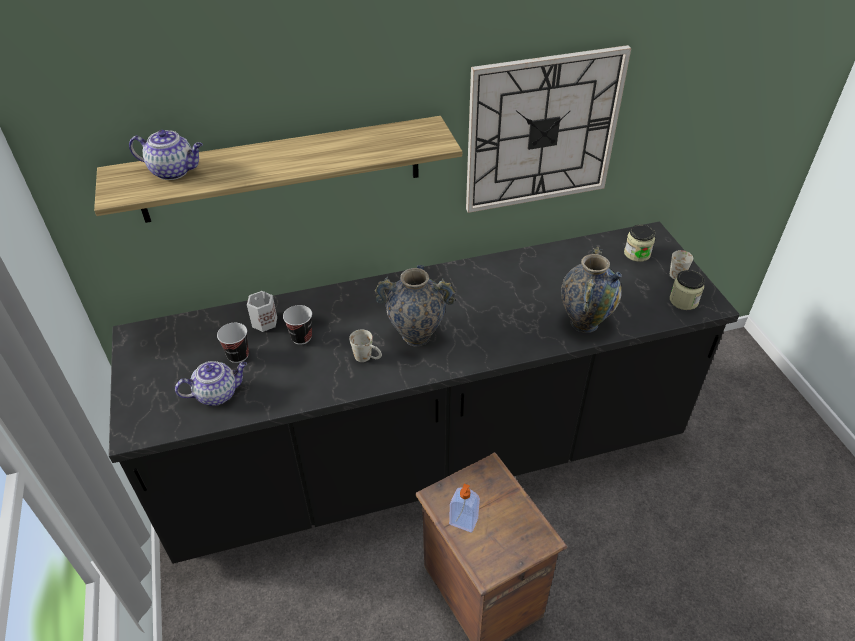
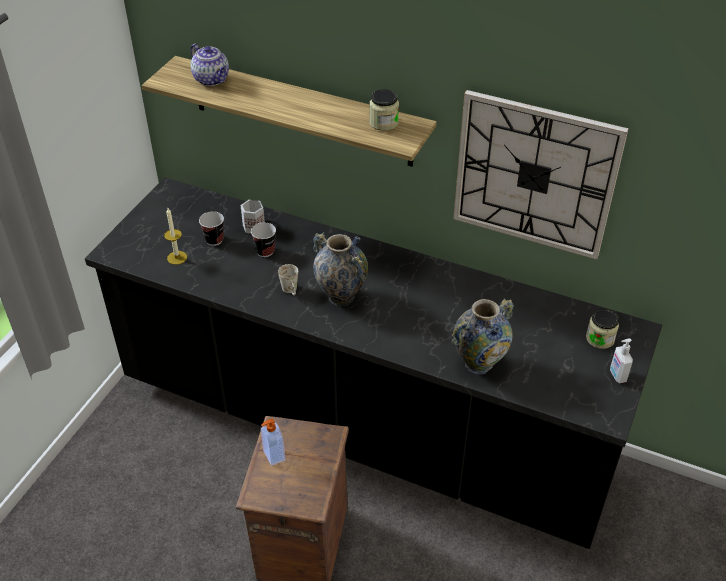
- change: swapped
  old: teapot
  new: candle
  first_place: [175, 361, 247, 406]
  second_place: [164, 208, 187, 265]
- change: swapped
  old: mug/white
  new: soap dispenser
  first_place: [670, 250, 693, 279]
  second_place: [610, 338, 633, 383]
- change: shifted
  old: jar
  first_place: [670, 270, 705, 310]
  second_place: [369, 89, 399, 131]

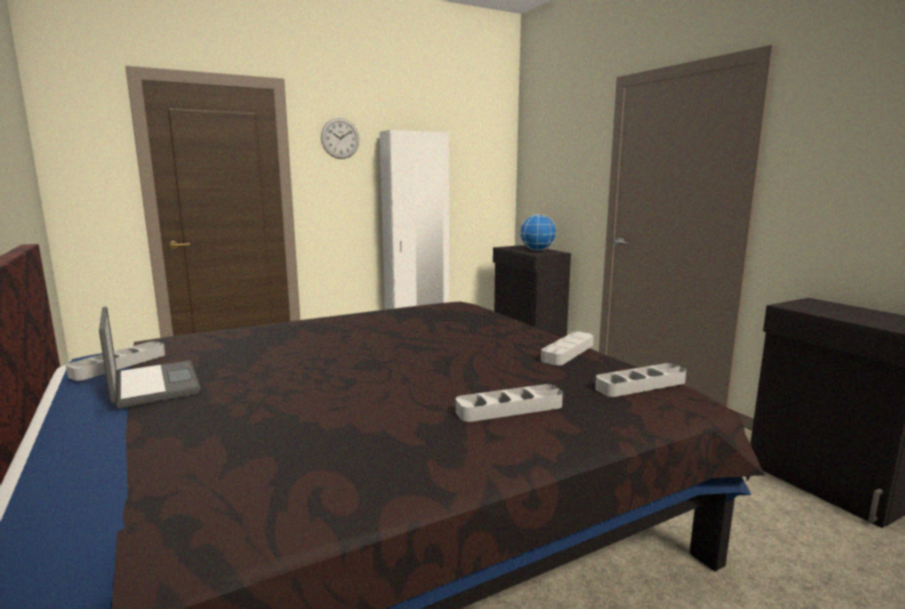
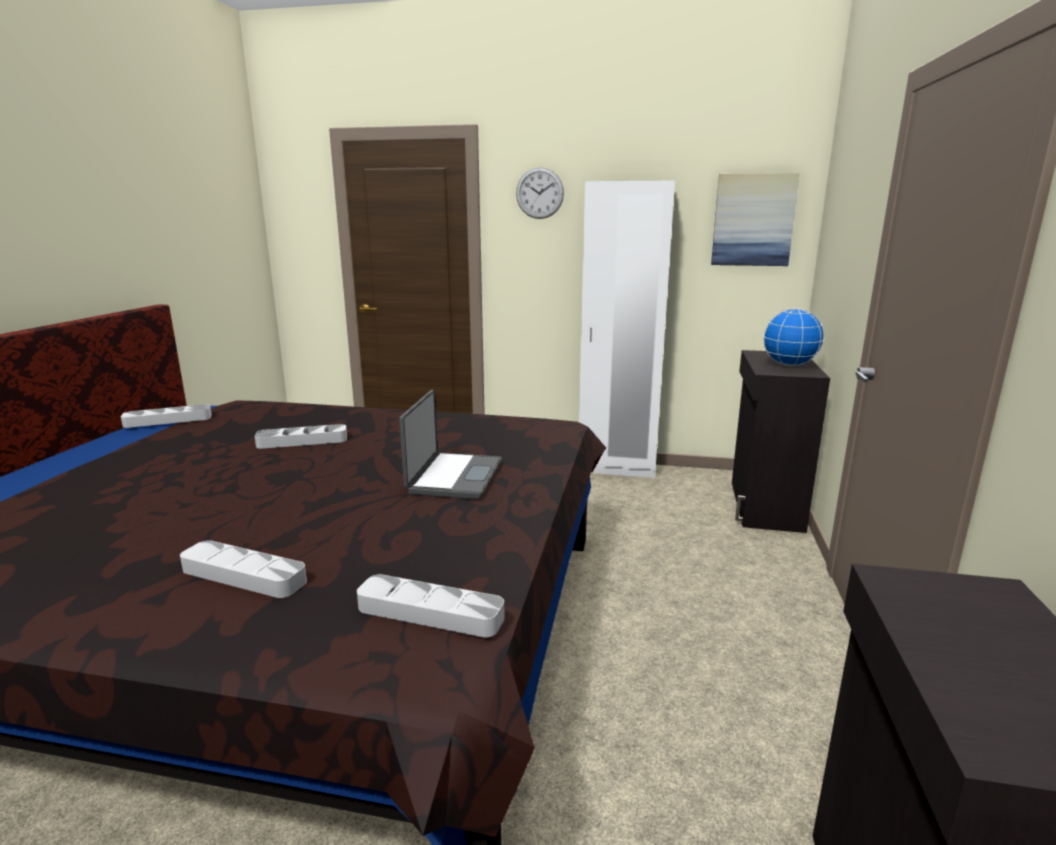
- change: shifted
  old: laptop
  first_place: [99, 307, 201, 408]
  second_place: [399, 390, 502, 499]
- change: shifted
  old: tray/grey
  first_place: [541, 332, 594, 365]
  second_place: [255, 424, 347, 449]
- change: new
  new: picture
  second_place: [711, 173, 800, 266]

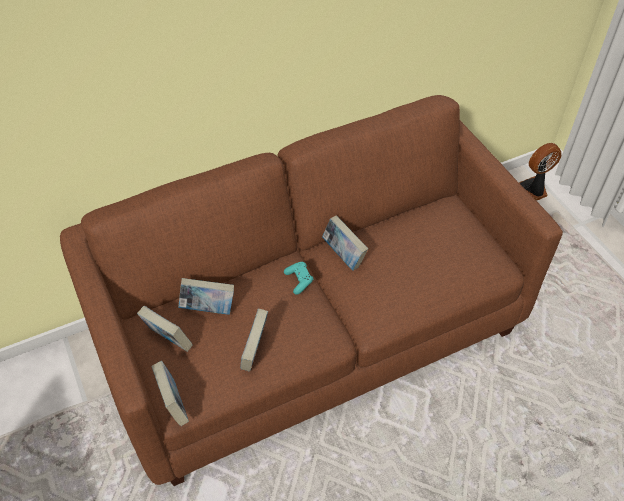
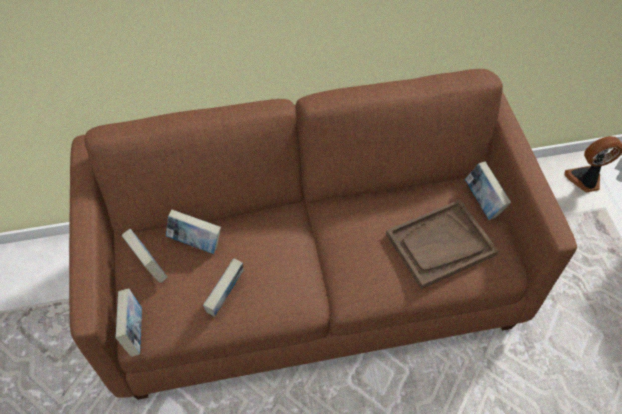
- change: gone
  old: game controller/turquoise
  first_place: [284, 262, 314, 295]
- change: shifted
  old: book
  first_place: [322, 215, 368, 271]
  second_place: [465, 161, 511, 220]
- change: new
  new: tray/brown
  second_place: [386, 199, 498, 289]

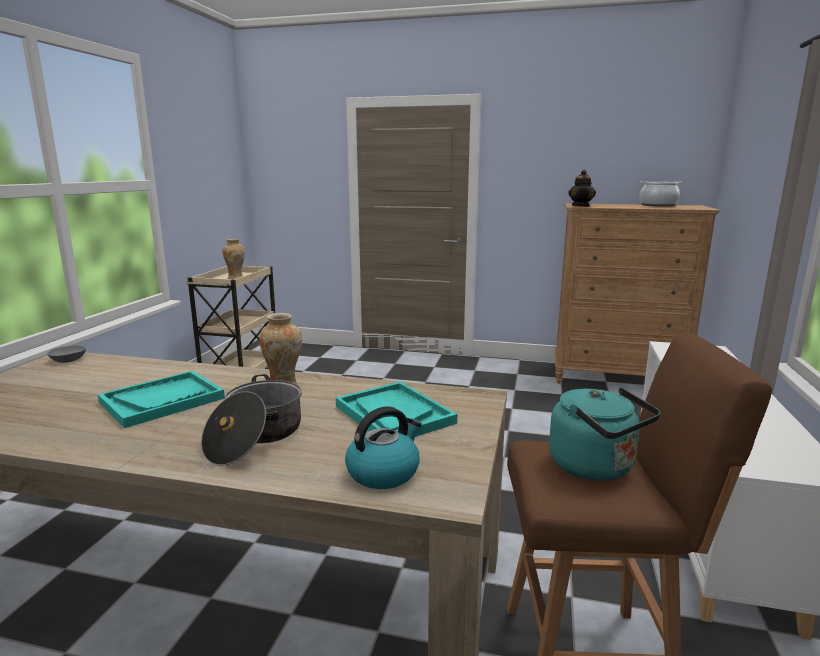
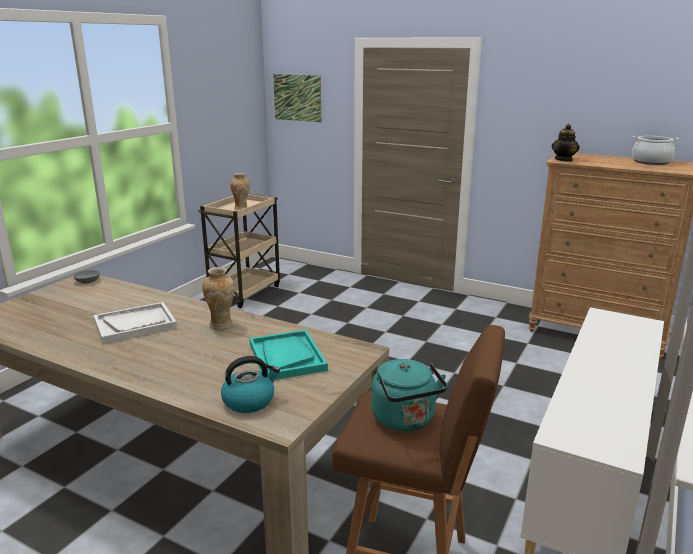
- change: repainted
  old: tray/turquoise
  new: tray/white
  first_place: [98, 371, 225, 428]
  second_place: [94, 302, 177, 344]
- change: gone
  old: cooking pot
  first_place: [201, 374, 302, 466]
- change: new
  new: picture
  second_place: [273, 74, 321, 122]

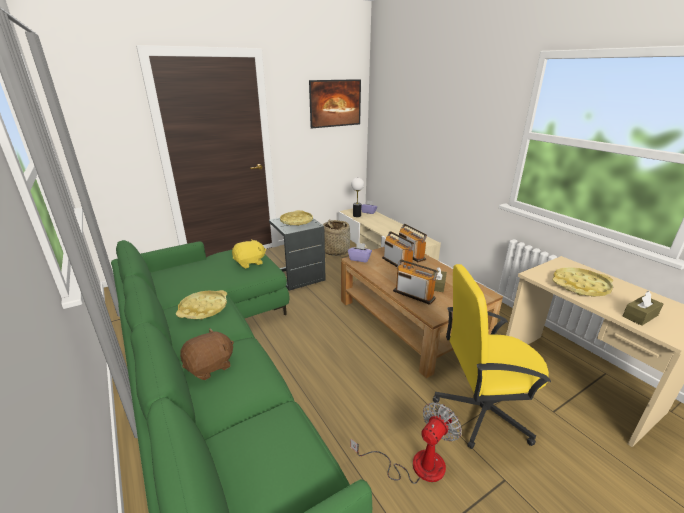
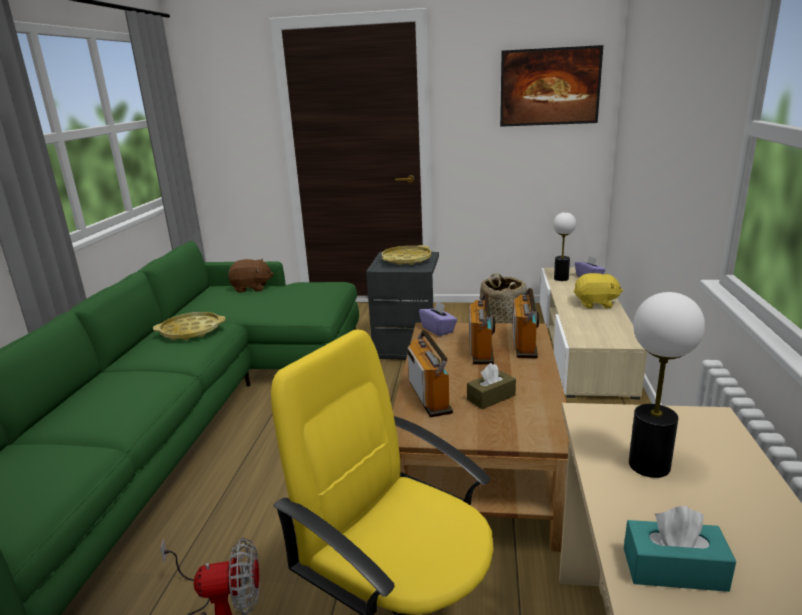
- change: shifted
  old: plush toy/brown
  first_place: [180, 328, 234, 380]
  second_place: [228, 259, 274, 292]
- change: shifted
  old: plush toy/yellow
  first_place: [232, 239, 266, 268]
  second_place: [574, 273, 623, 308]
- change: swapped
  old: tray/yellow
  new: table lamp
  first_place: [552, 267, 613, 297]
  second_place: [629, 292, 705, 478]
- change: repainted
  old: tissue box/brown
  new: tissue box/turquoise
  first_place: [623, 291, 663, 326]
  second_place: [624, 506, 736, 592]

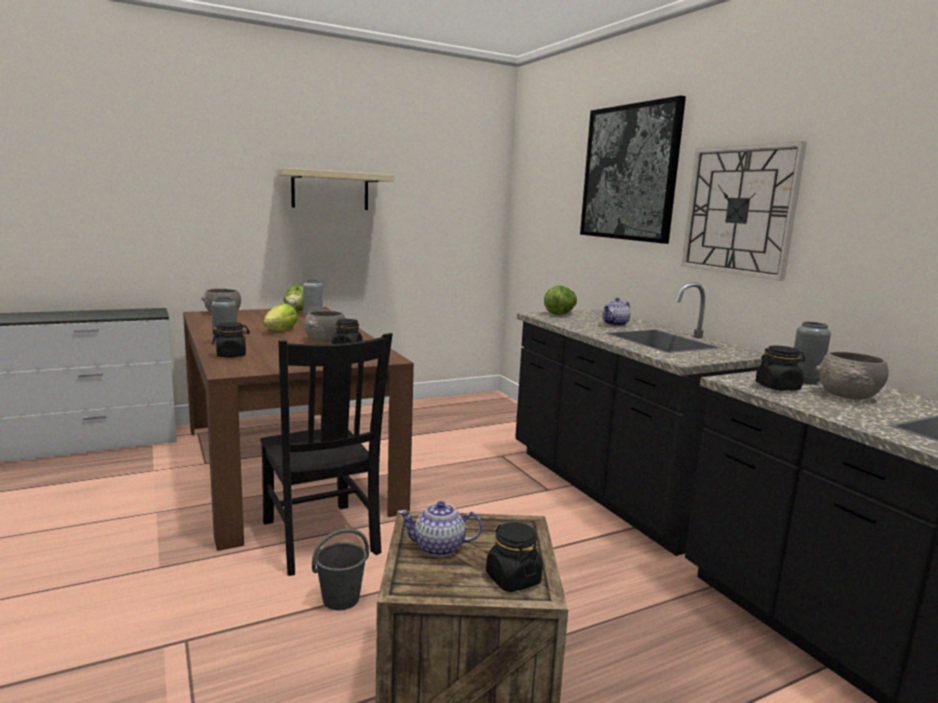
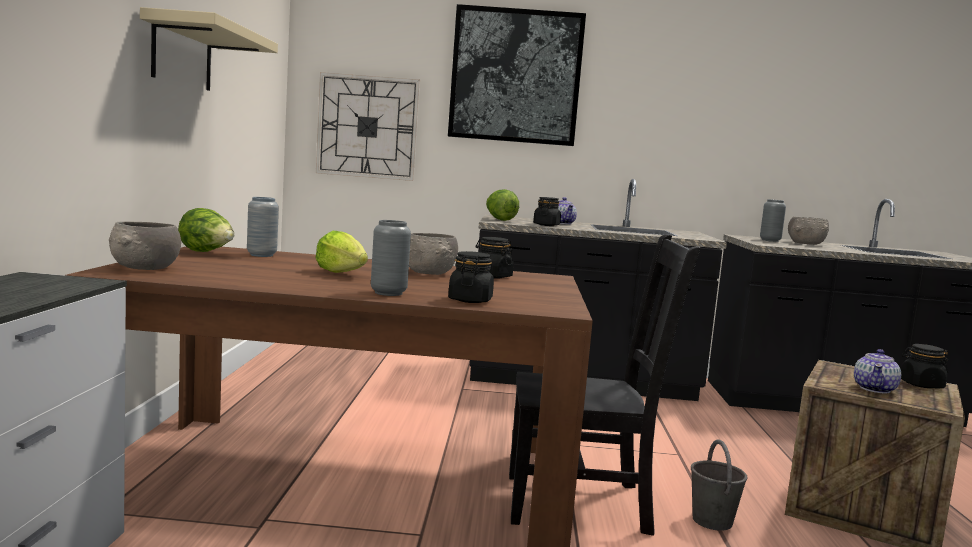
- change: shifted
  old: wall clock
  first_place: [681, 141, 807, 281]
  second_place: [316, 72, 420, 181]
- change: shifted
  old: jar/black
  first_place: [755, 345, 805, 391]
  second_place: [533, 197, 561, 226]

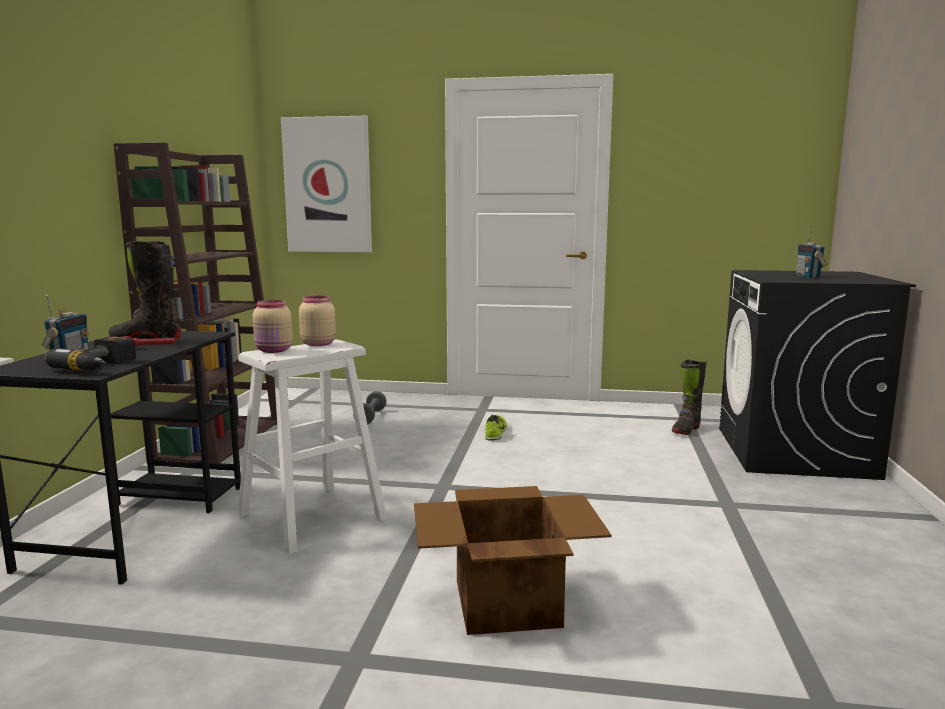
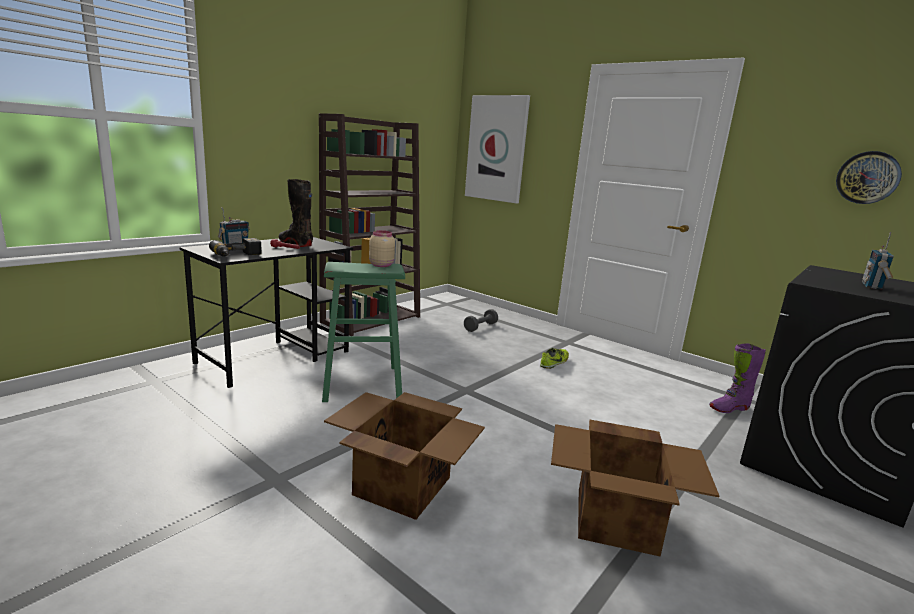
- change: repainted
  old: stool/white
  new: stool/green
  first_place: [237, 339, 387, 555]
  second_place: [322, 262, 405, 402]
- change: gone
  old: jar/beige
  first_place: [253, 300, 293, 353]
- change: repainted
  old: boot/black
  new: boot/purple
  first_place: [672, 360, 707, 435]
  second_place: [709, 343, 766, 413]
- change: new
  new: cardboard box
  second_place: [551, 420, 719, 557]
- change: new
  new: wall clock
  second_place: [836, 151, 902, 204]

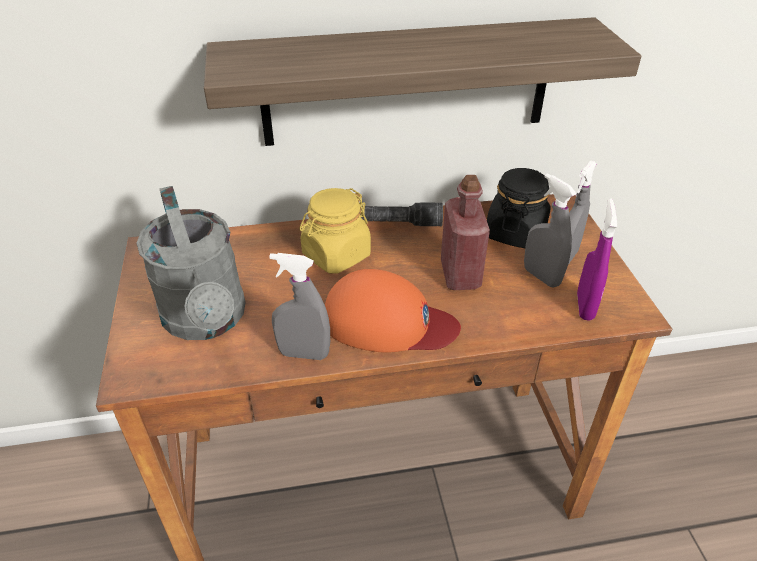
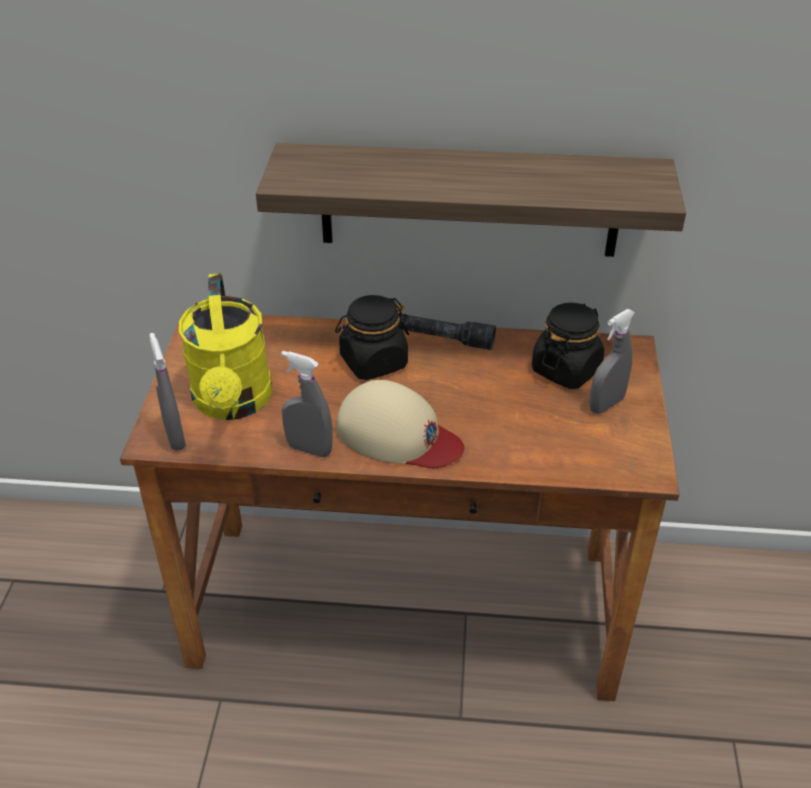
- change: repainted
  old: watering can/grey
  new: watering can/yellow
  first_place: [137, 186, 246, 340]
  second_place: [179, 273, 272, 420]
- change: repainted
  old: jar/yellow
  new: jar/black
  first_place: [300, 188, 371, 274]
  second_place: [335, 295, 409, 380]
- change: repainted
  old: cap/orange
  new: cap/beige
  first_place: [325, 269, 461, 353]
  second_place: [337, 380, 464, 468]
- change: gone
  old: bottle/red
  first_place: [441, 175, 490, 290]
- change: shifted
  old: spray bottle/grey
  first_place: [524, 173, 577, 288]
  second_place: [149, 333, 186, 451]
- change: gone
  old: spray bottle/purple
  first_place: [577, 198, 617, 321]

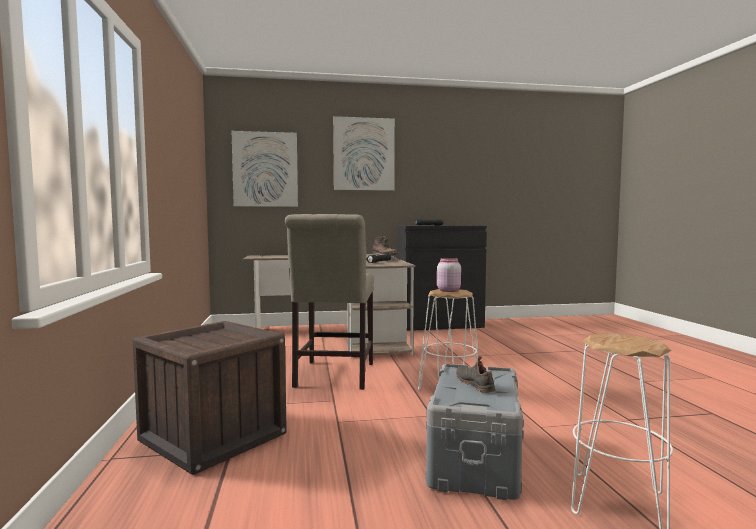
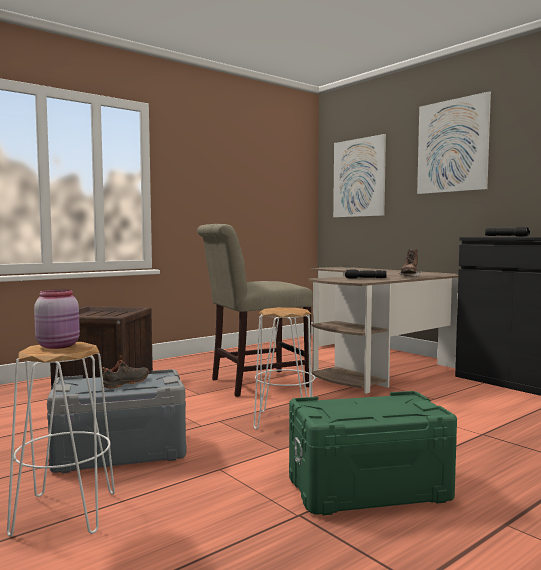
- change: shifted
  old: jar/pink
  first_place: [437, 258, 461, 292]
  second_place: [34, 289, 80, 349]
- change: new
  new: storage box/green
  second_place: [289, 391, 457, 515]

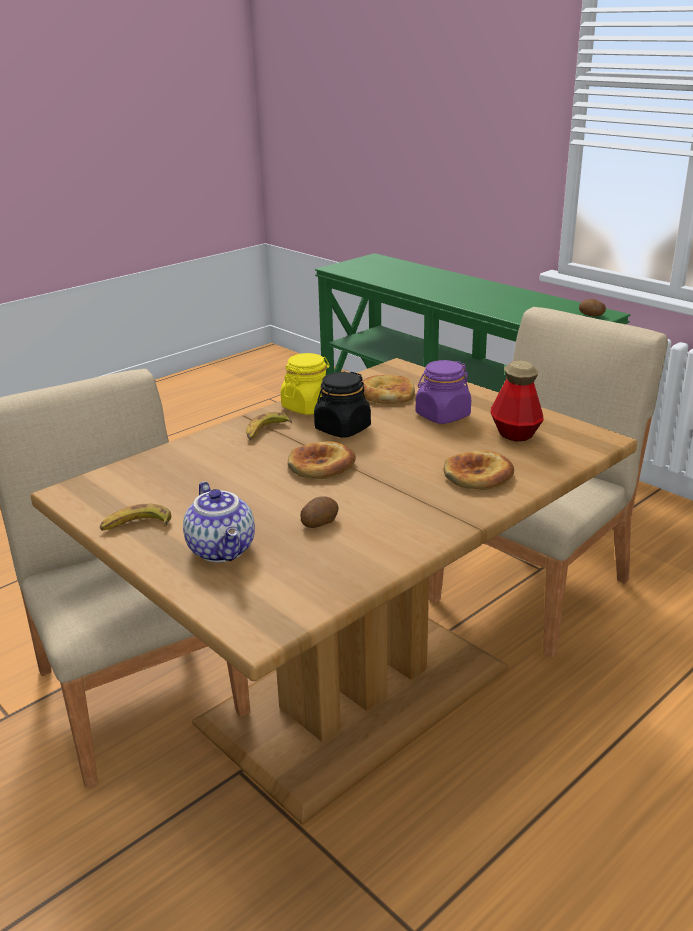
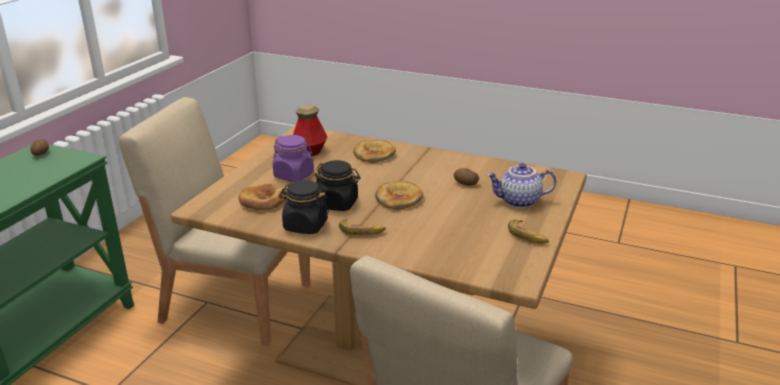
- change: rotated
  old: teapot
  first_place: [183, 481, 255, 563]
  second_place: [486, 163, 556, 208]
  degrees: -135
- change: repainted
  old: jar/yellow
  new: jar/black
  first_place: [281, 353, 330, 415]
  second_place: [279, 180, 329, 234]

